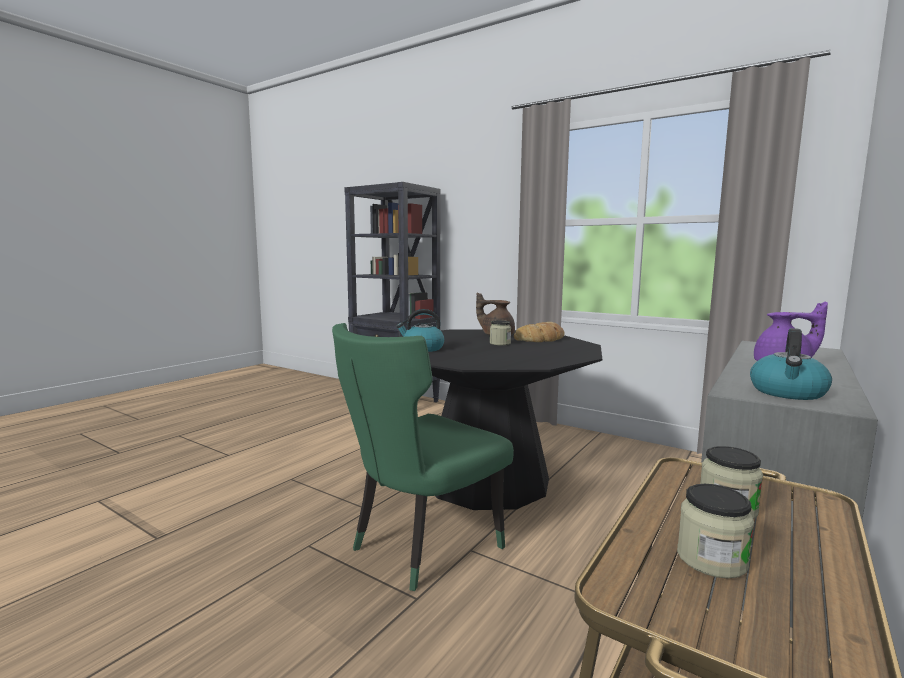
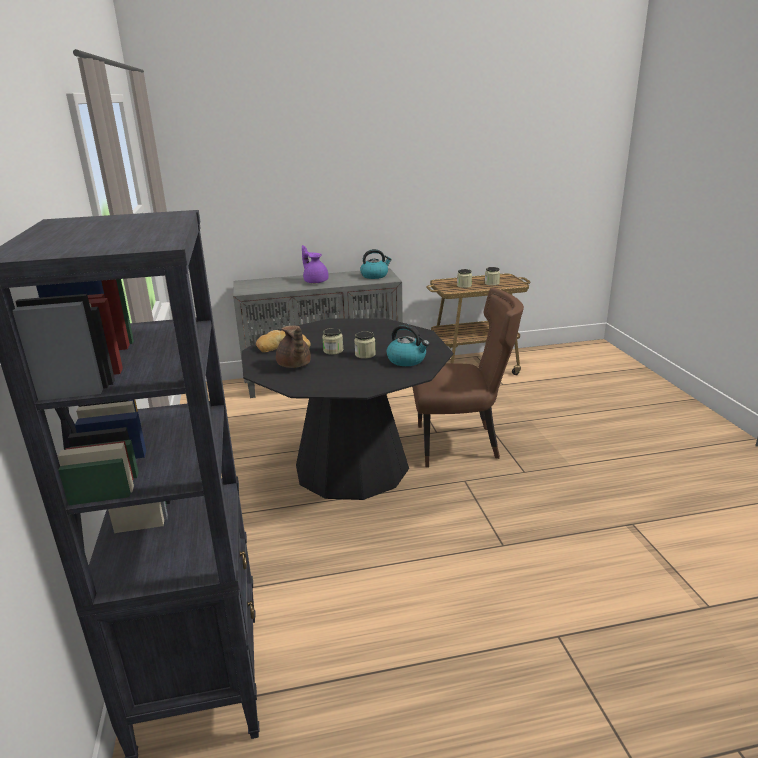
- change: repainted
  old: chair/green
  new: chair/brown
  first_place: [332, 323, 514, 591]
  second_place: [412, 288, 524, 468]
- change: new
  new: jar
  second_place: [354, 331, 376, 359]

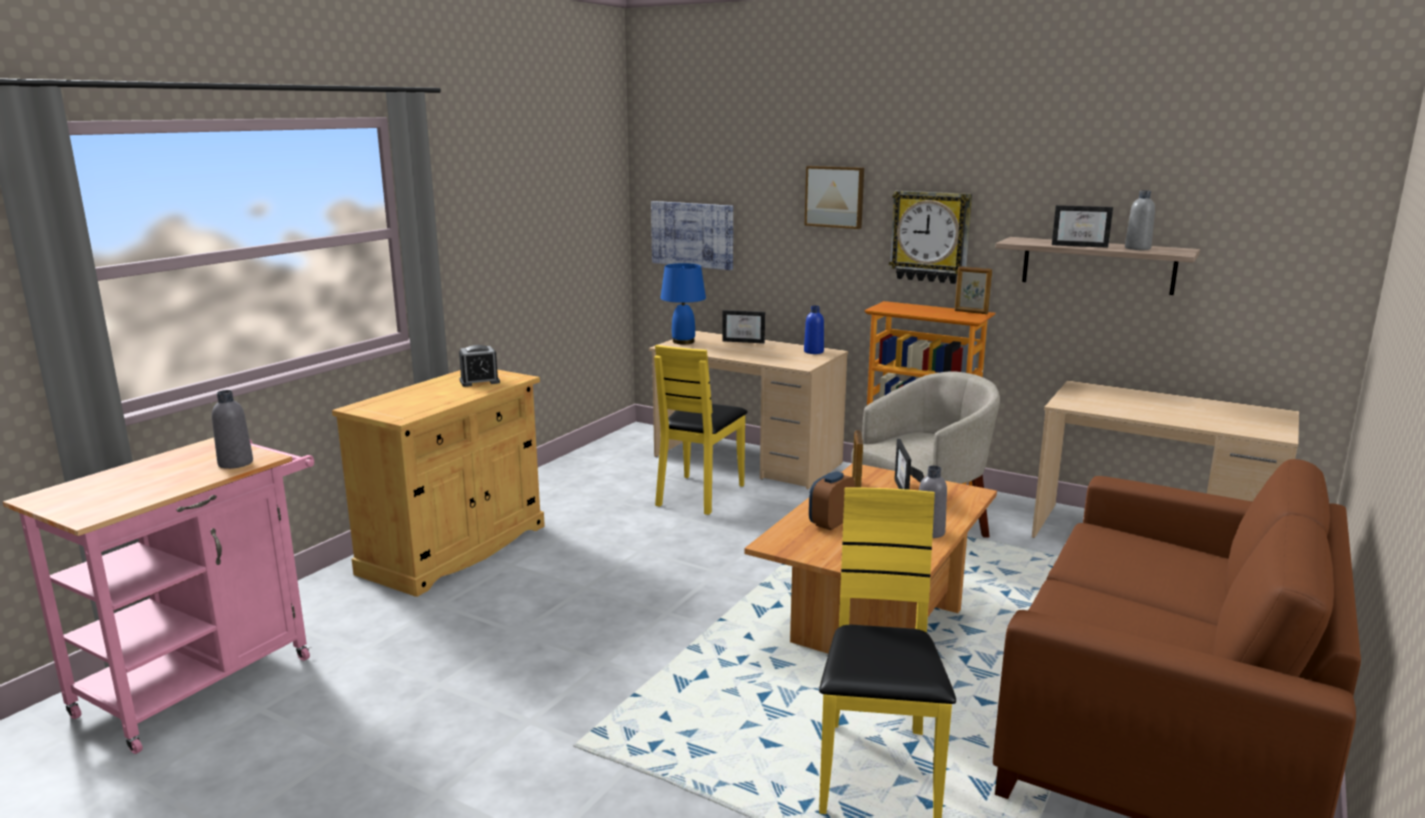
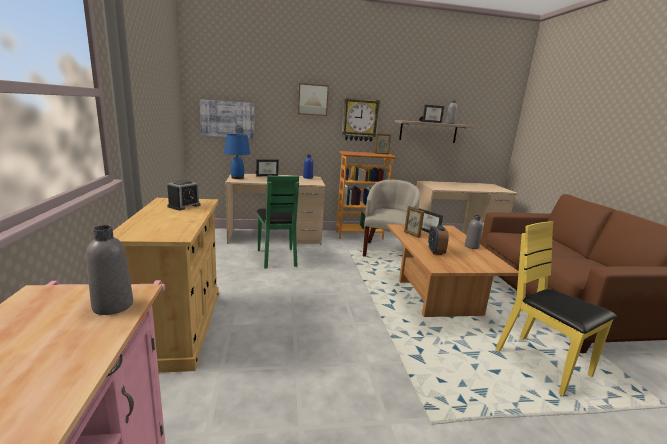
- change: repainted
  old: chair/yellow
  new: chair/green
  first_place: [654, 345, 748, 515]
  second_place: [257, 175, 299, 269]

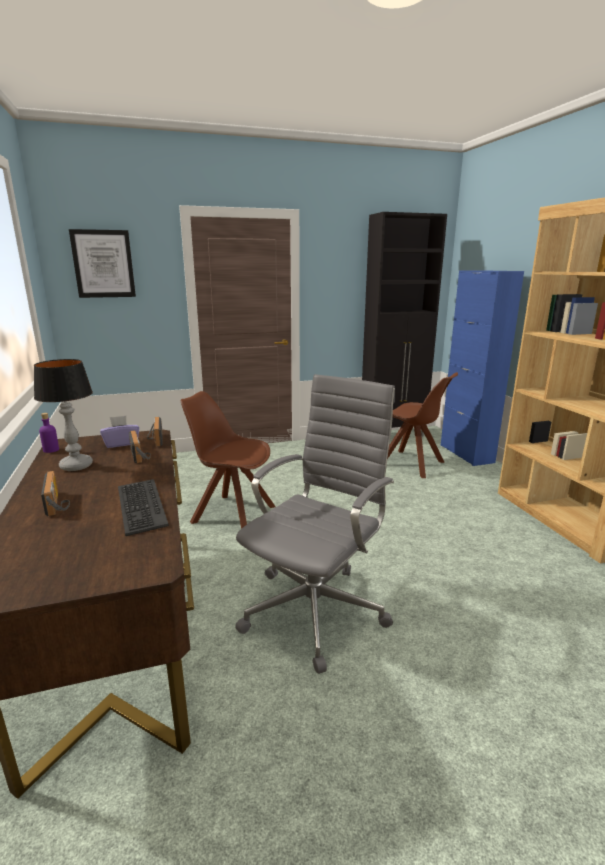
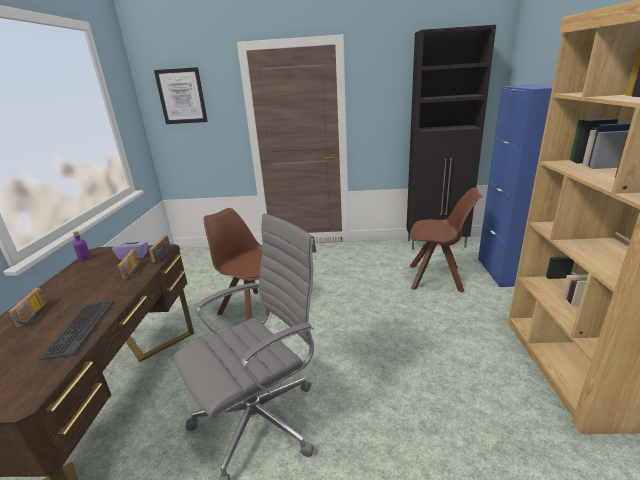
- change: gone
  old: table lamp
  first_place: [34, 359, 93, 471]
- change: rotated
  old: chair/brown
  first_place: [387, 372, 458, 478]
  second_place: [410, 187, 482, 292]
  degrees: -45

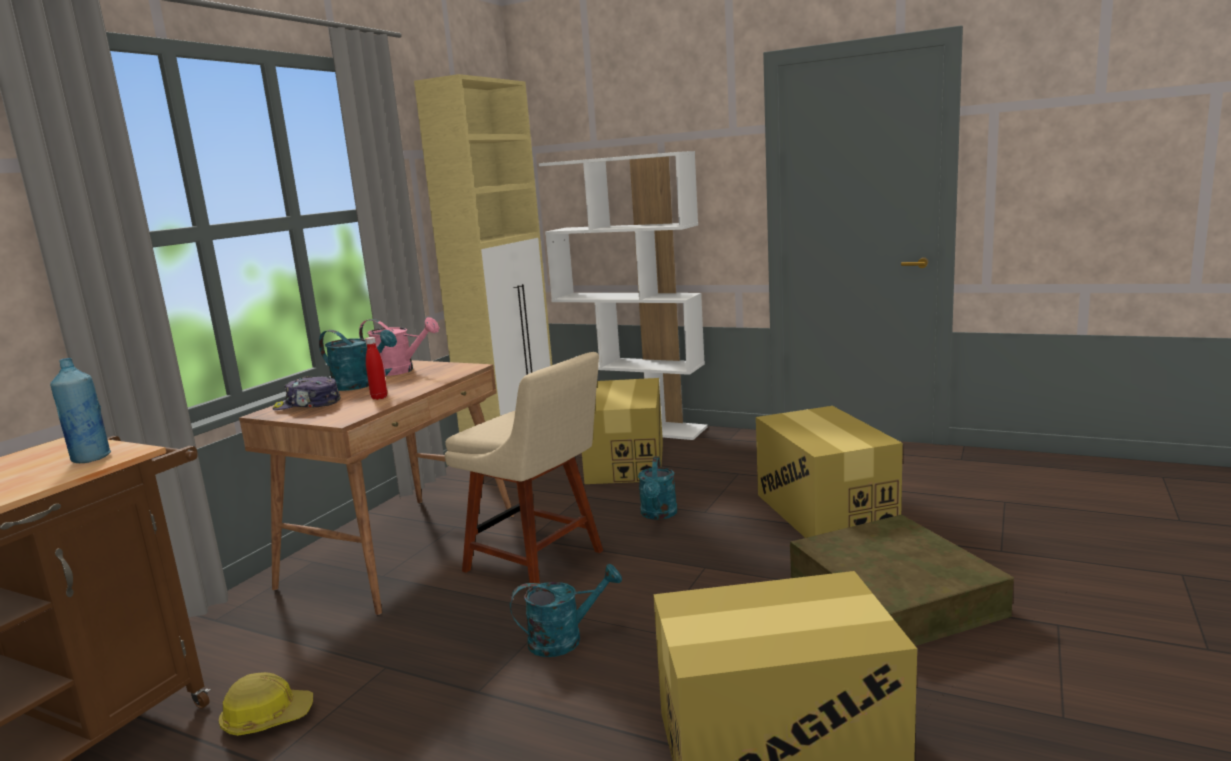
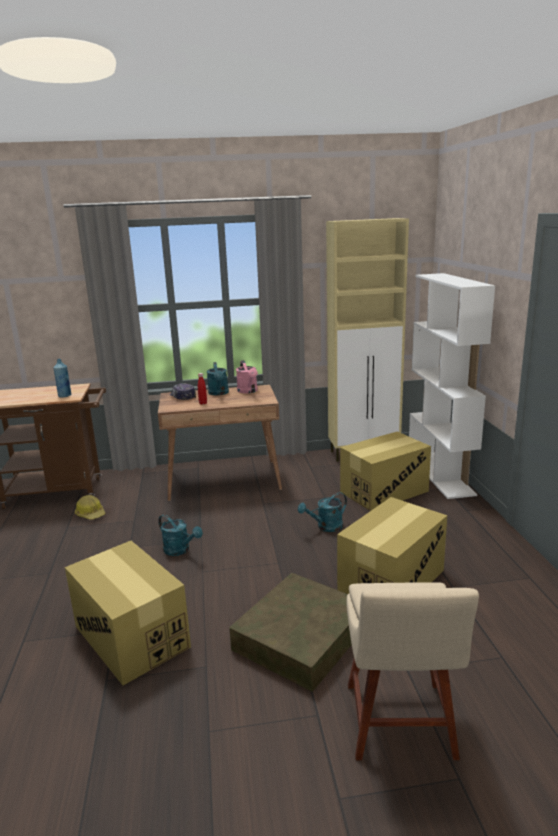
- change: shifted
  old: chair/beige
  first_place: [445, 352, 603, 588]
  second_place: [347, 582, 479, 760]

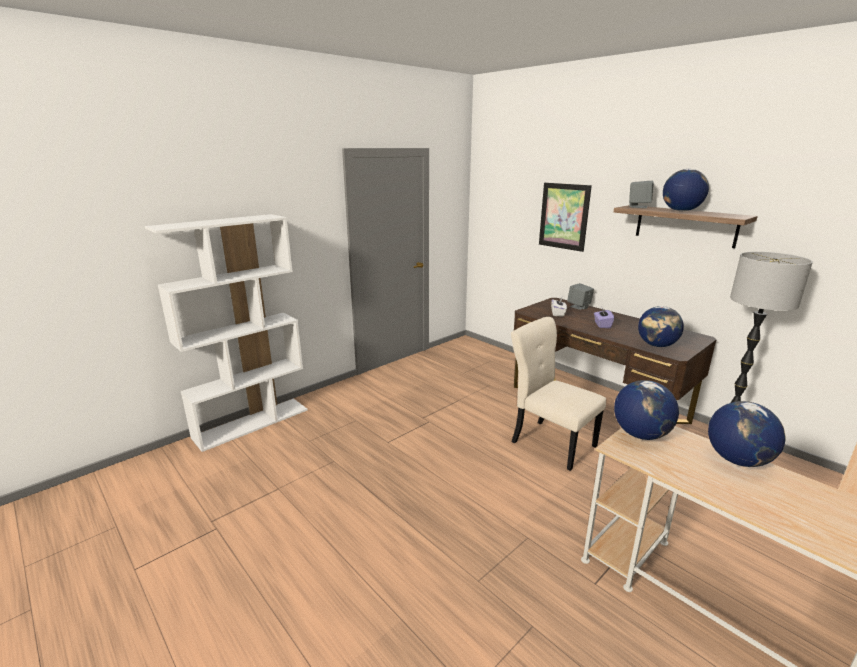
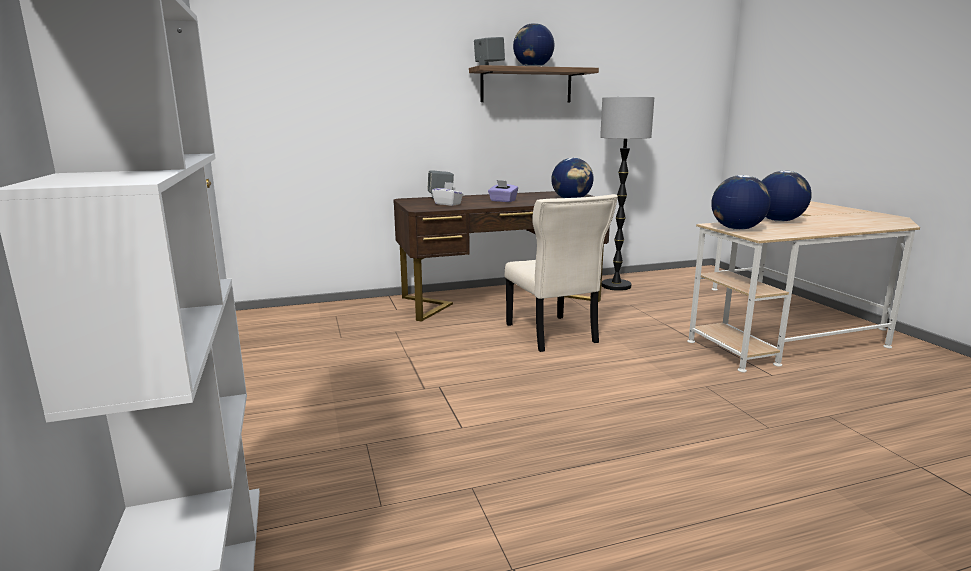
- change: rotated
  old: chair/beige
  first_place: [511, 317, 606, 471]
  second_place: [505, 194, 618, 352]
  degrees: -90
- change: gone
  old: picture
  first_place: [539, 183, 592, 252]

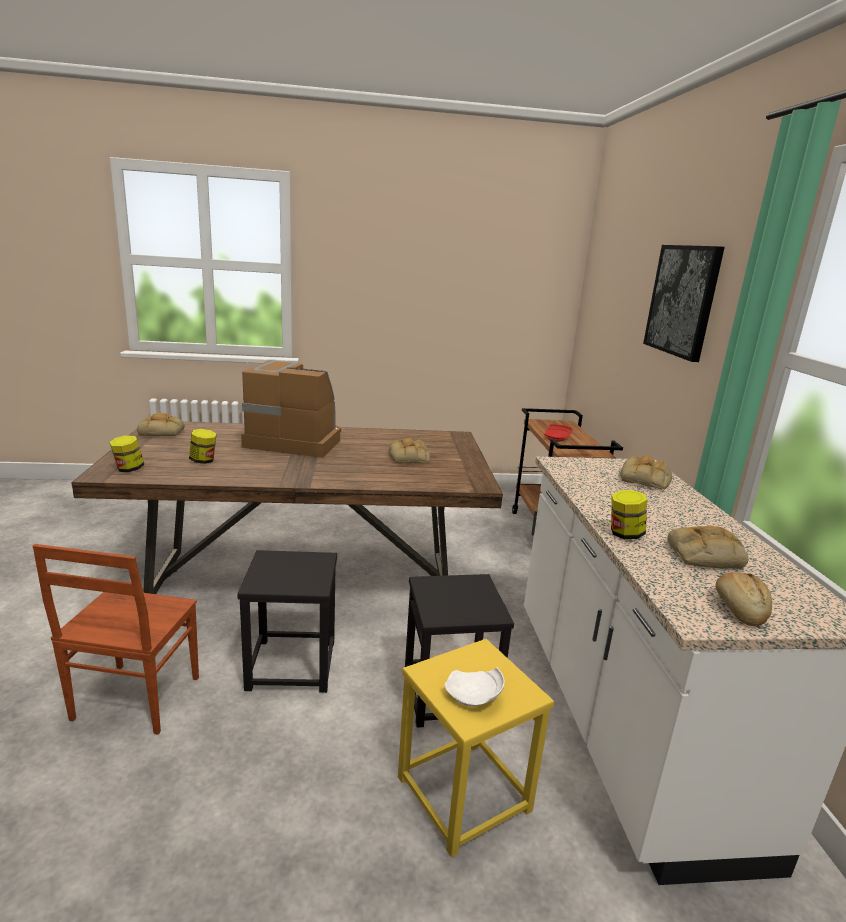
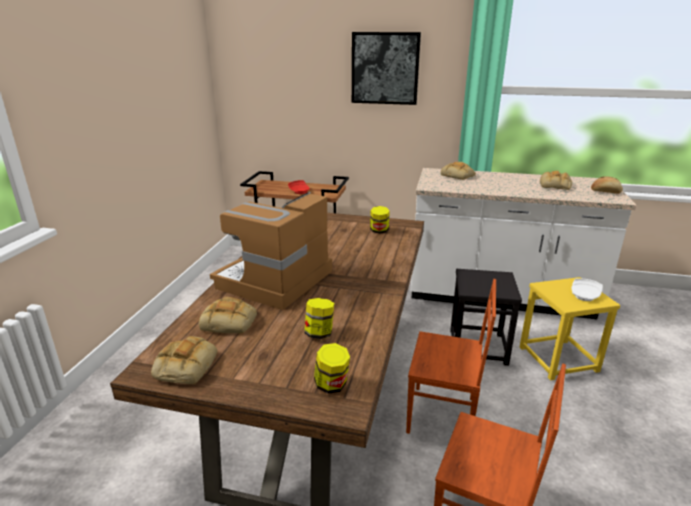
- change: swapped
  old: stool/black
  new: chair/brown
  first_place: [237, 550, 337, 693]
  second_place: [406, 279, 496, 434]
- change: shifted
  old: bread
  first_place: [389, 438, 430, 463]
  second_place: [199, 297, 257, 333]
- change: shifted
  old: jar
  first_place: [611, 490, 647, 539]
  second_place: [370, 206, 390, 234]

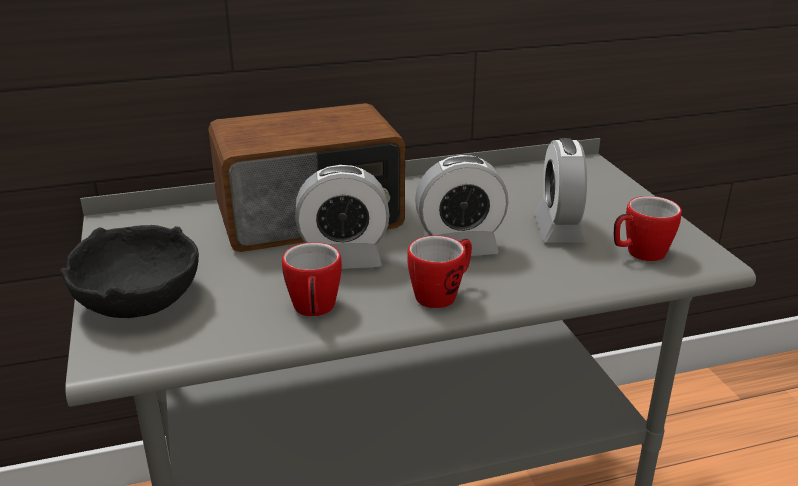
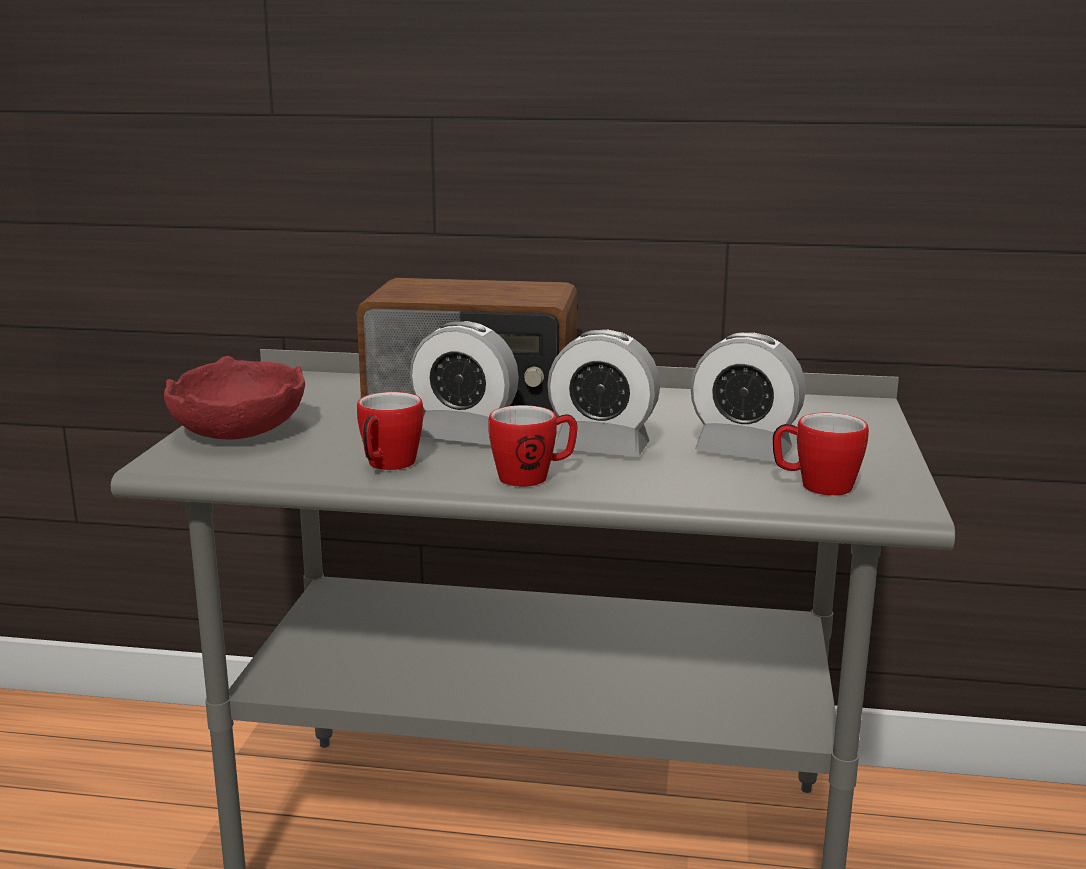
- change: repainted
  old: bowl/black
  new: bowl/red
  first_place: [61, 225, 199, 318]
  second_place: [164, 356, 305, 440]
- change: rotated
  old: alarm clock
  first_place: [533, 138, 587, 243]
  second_place: [690, 333, 806, 462]
  degrees: -90

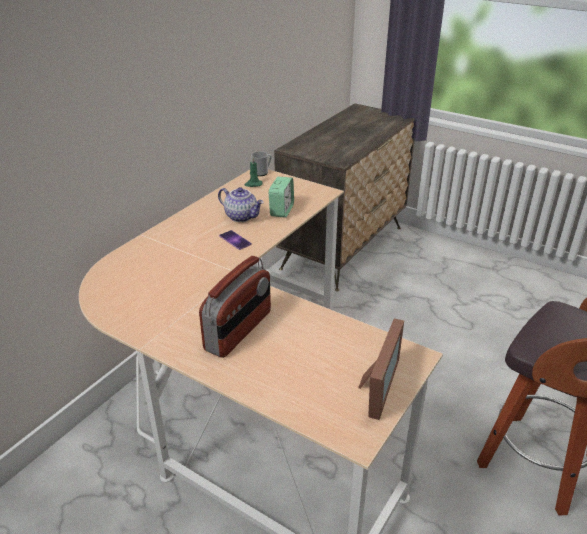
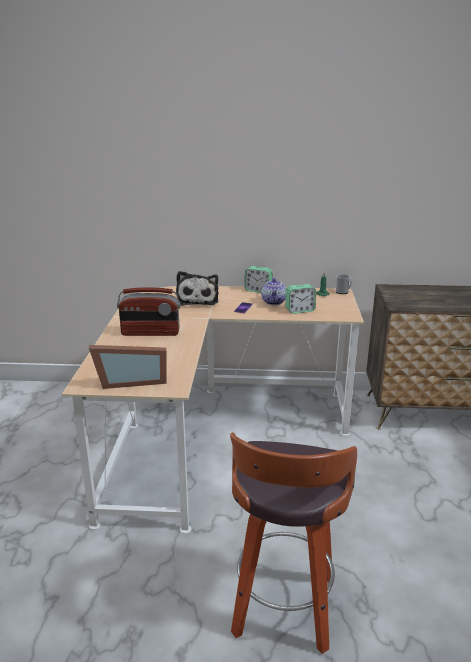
- change: new
  new: plush toy
  second_place: [176, 271, 219, 306]
- change: new
  new: alarm clock
  second_place: [245, 266, 273, 293]

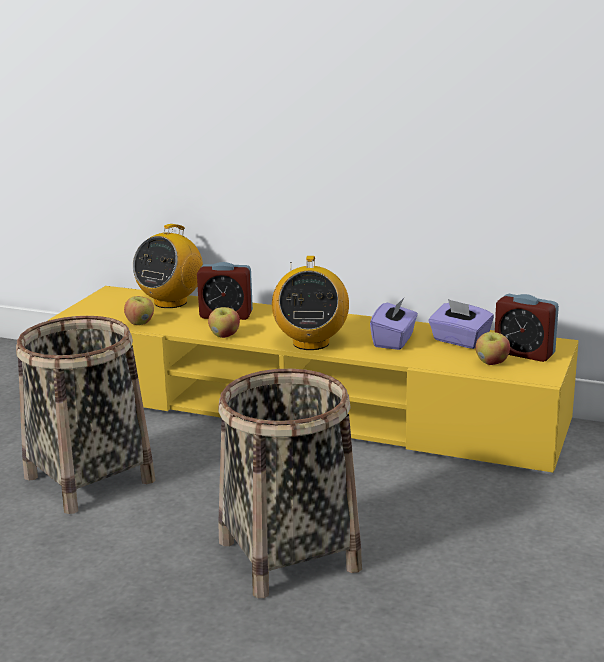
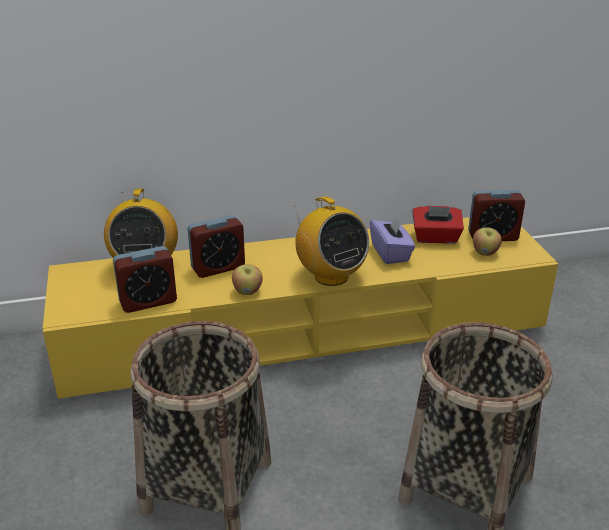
- change: swapped
  old: apple
  new: alarm clock
  first_place: [124, 296, 154, 325]
  second_place: [113, 246, 177, 313]
- change: repainted
  old: tissue box/purple
  new: tissue box/red
  first_place: [429, 299, 494, 349]
  second_place: [412, 206, 464, 244]

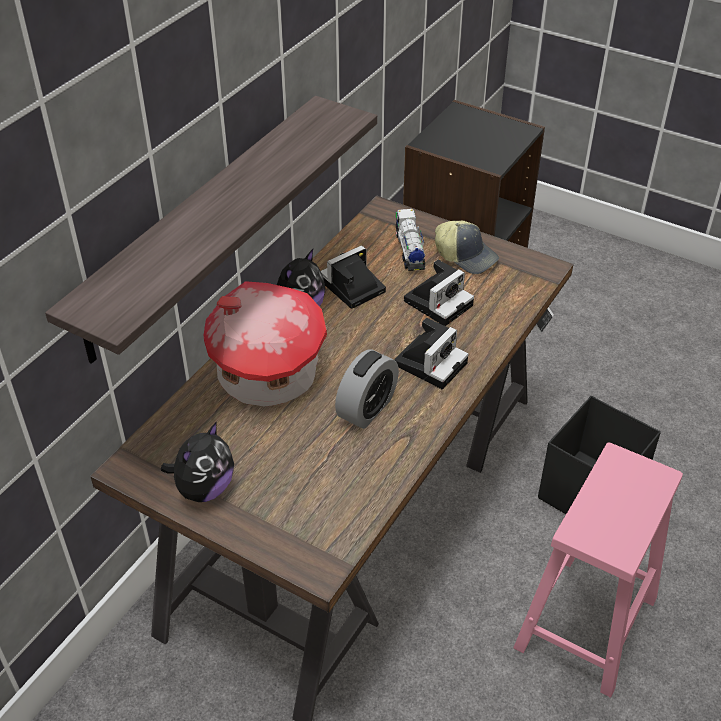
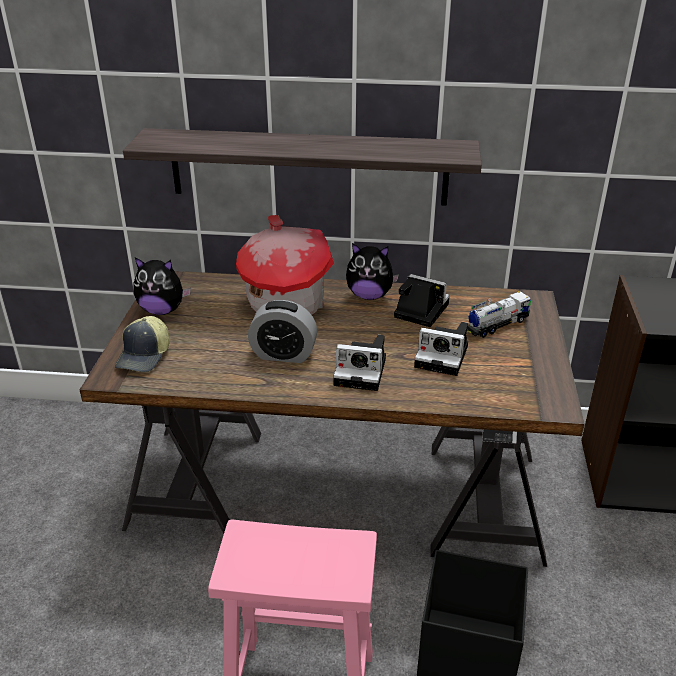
- change: shifted
  old: cap
  first_place: [435, 221, 499, 274]
  second_place: [115, 316, 169, 372]

